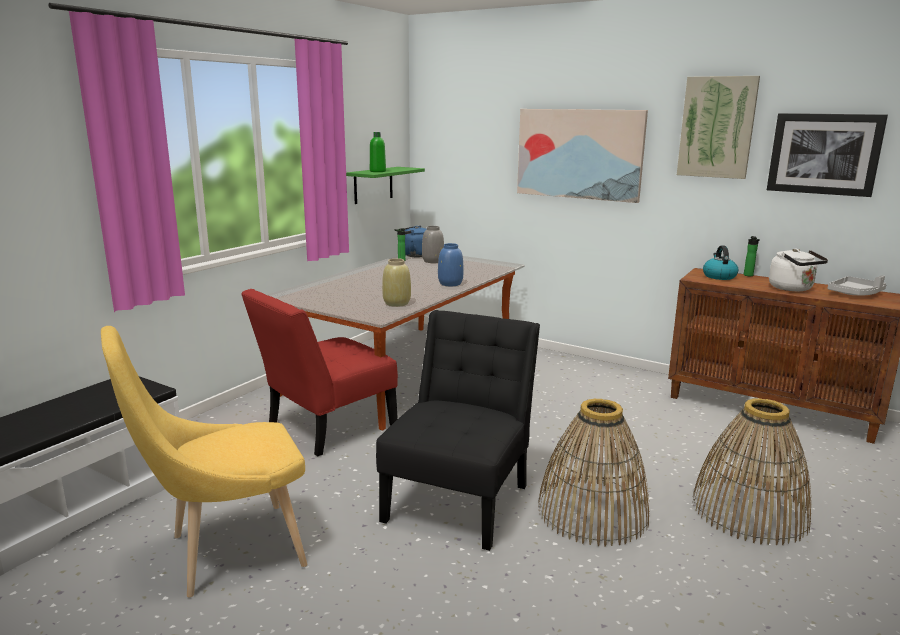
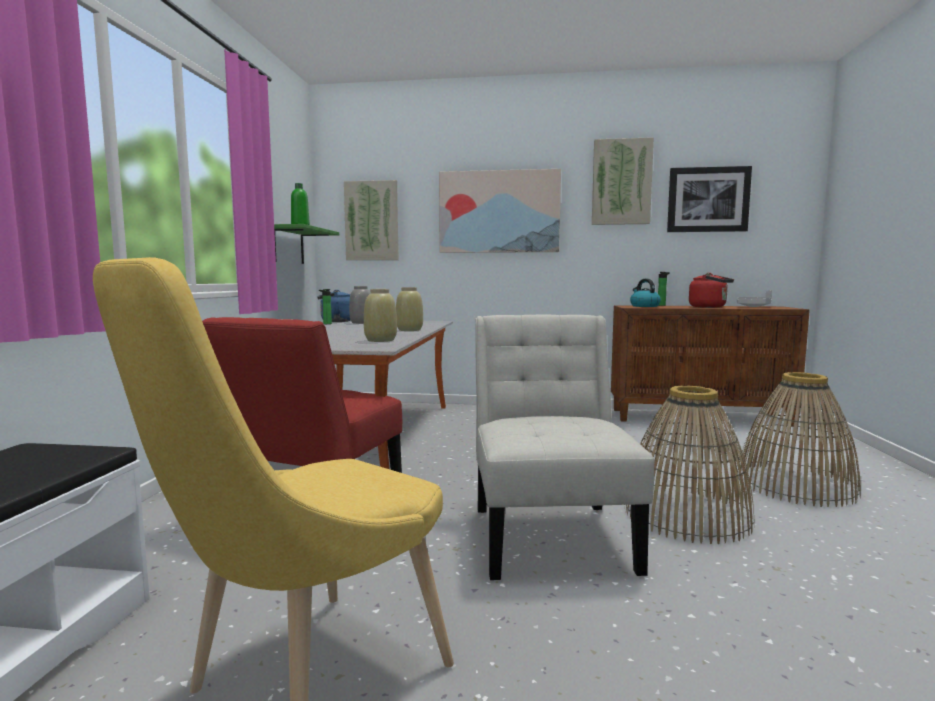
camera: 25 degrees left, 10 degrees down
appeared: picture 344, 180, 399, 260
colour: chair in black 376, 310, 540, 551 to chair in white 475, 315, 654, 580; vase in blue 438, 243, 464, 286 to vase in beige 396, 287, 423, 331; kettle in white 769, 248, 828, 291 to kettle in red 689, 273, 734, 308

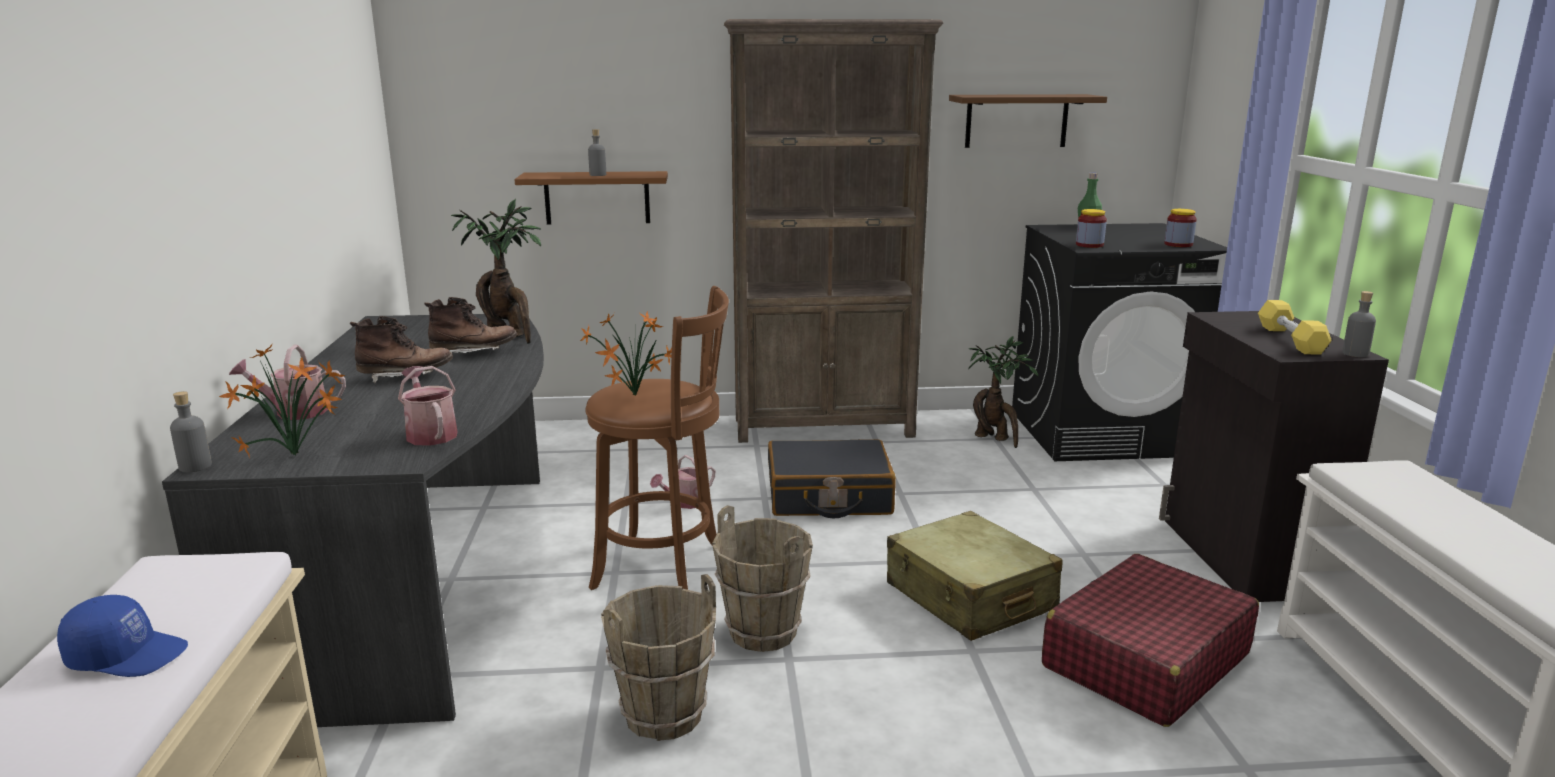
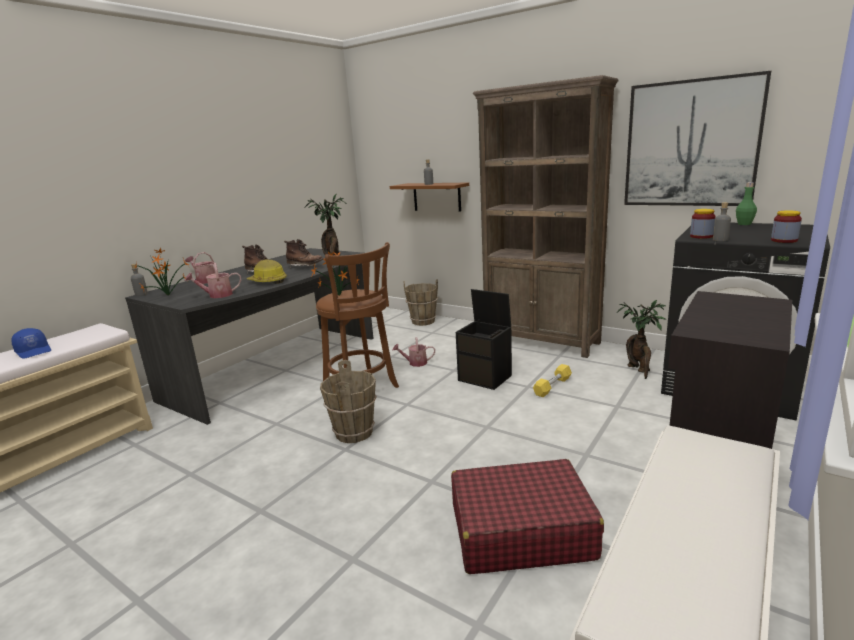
camera: 40 degrees right, 0 degrees up
missing: suitcase in beige 887, 511, 1063, 641
appeared: hard hat 247, 260, 287, 284
relocated: bucket in brown 601, 574, 716, 741 to 403, 279, 438, 326; dumbbell in yellow 1258, 300, 1332, 355 to 533, 364, 572, 397; bottle in grey 1342, 291, 1376, 357 to 713, 202, 731, 241
exchanged: suitcase in black 768, 439, 896, 518 to storage box in black 456, 289, 512, 390; shelf in brown 949, 94, 1107, 148 to picture 624, 71, 771, 206
spun: watering can 398, 366, 458, 446 = 185, 263, 241, 298 120 degrees counterclockwise

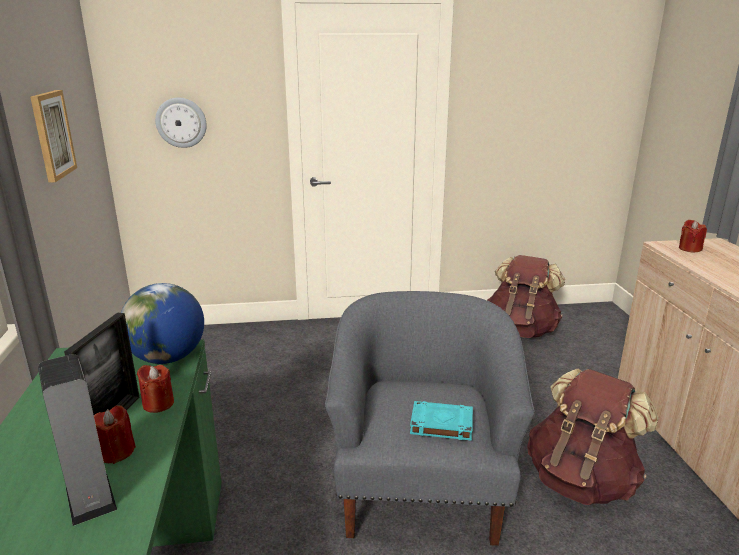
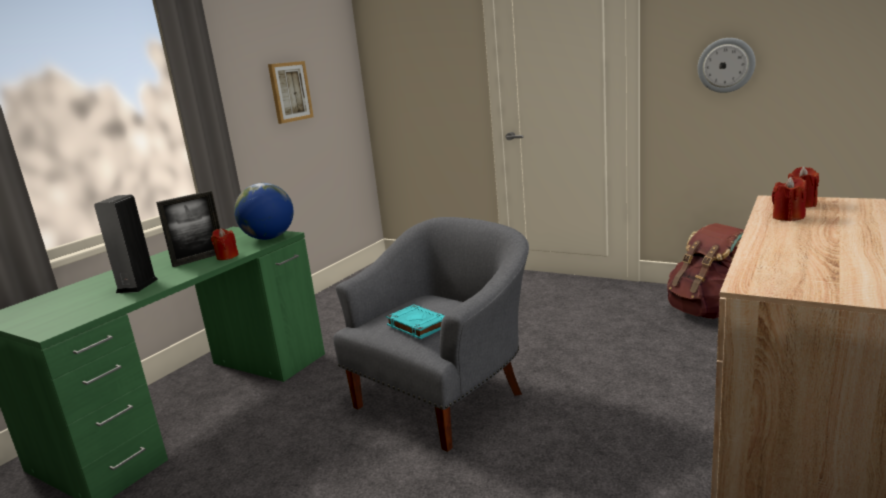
camera: 40 degrees right, 5 degrees down
missing: backpack in brown 527, 369, 658, 505
relocated: candle in red 94, 405, 136, 464 to 772, 177, 807, 221; wall clock 155, 97, 207, 148 to 698, 38, 756, 93

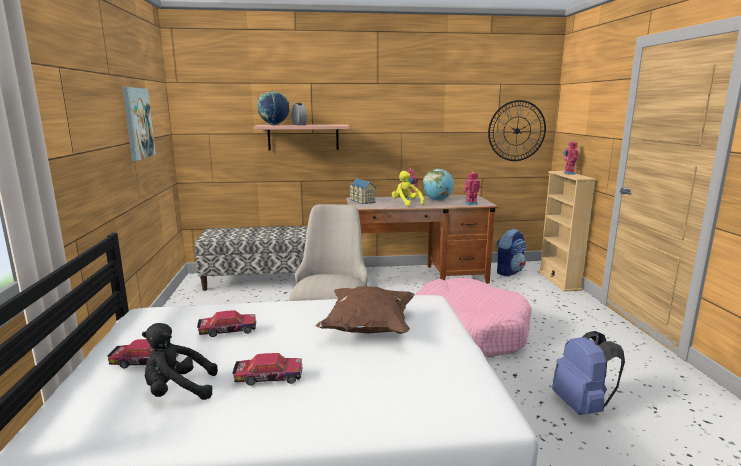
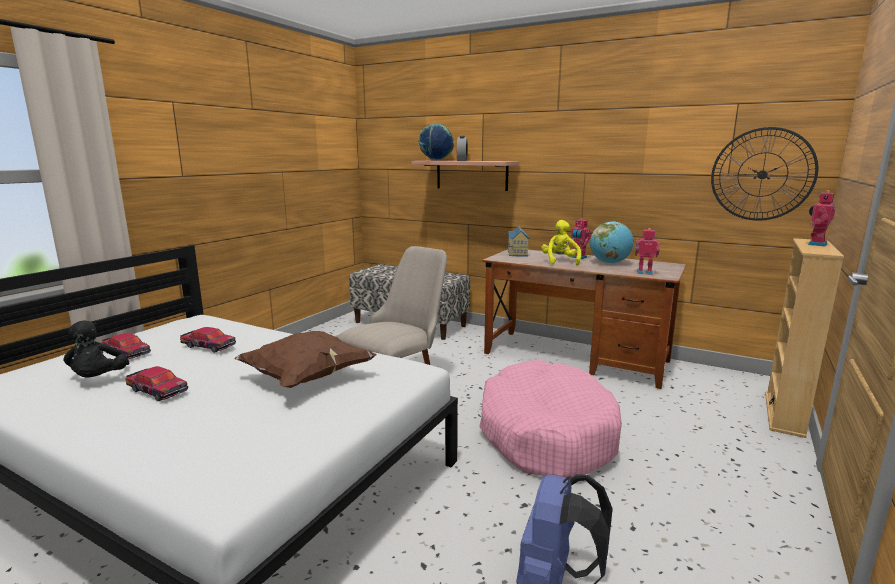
camera: 35 degrees right, 0 degrees up
missing: picture 122, 87, 156, 161; backpack 497, 229, 527, 276
spun: plush toy in black 142, 323, 218, 400 = 63, 321, 130, 378 135 degrees counterclockwise

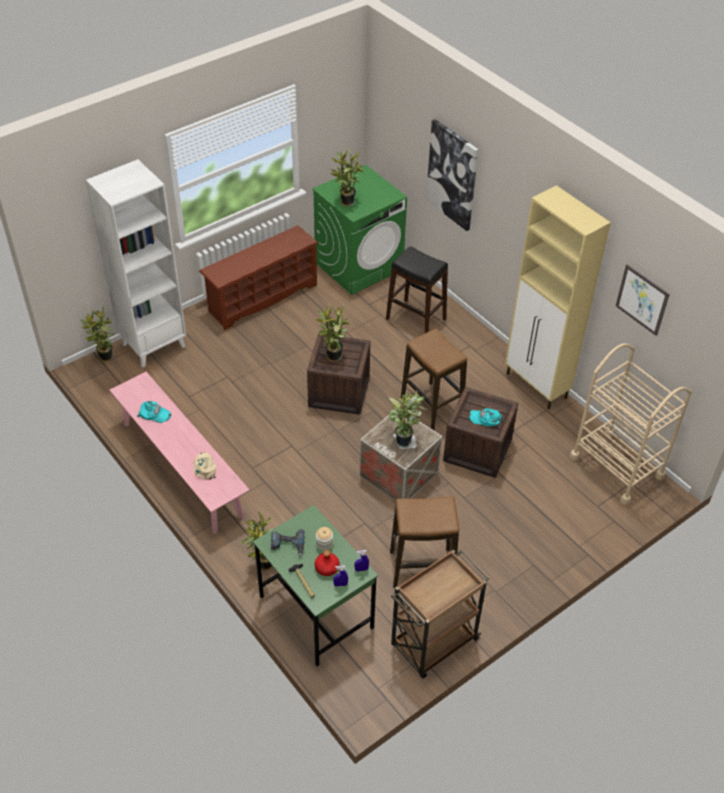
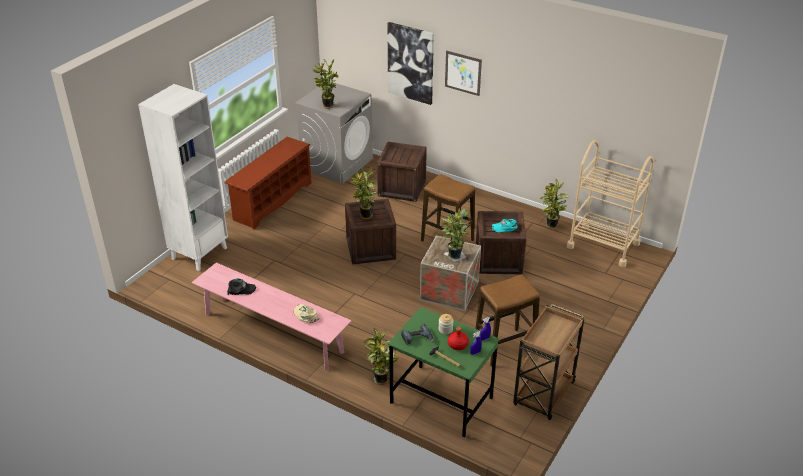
camera: 20 degrees left, 10 degrees down
missing: cabinet in beige 505, 185, 611, 410
relocated: potted plant 80, 307, 114, 362 to 540, 179, 569, 229; picture 616, 264, 670, 336 to 445, 51, 482, 96
exchanged: stool in black 386, 246, 448, 333 to crate 377, 142, 427, 202
colour: cap in turquoise 137, 401, 171, 423 to cap in black 227, 279, 256, 295; washing machine in green 312, 165, 407, 295 to washing machine in grey 295, 82, 373, 184

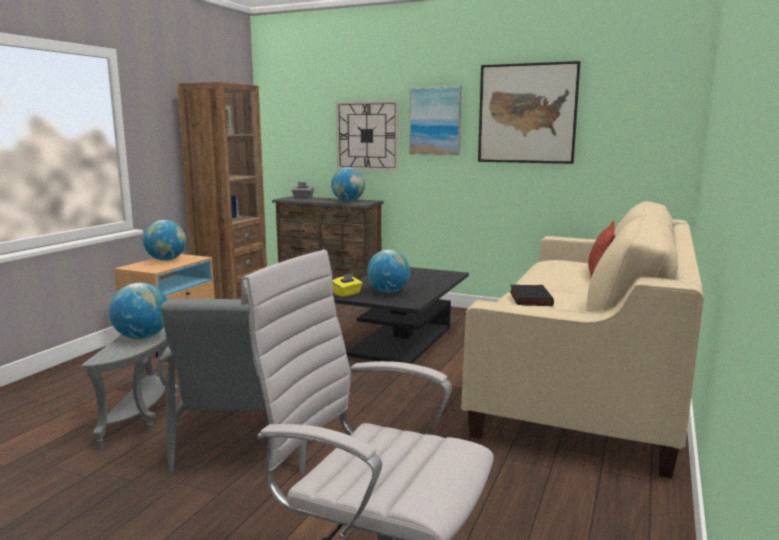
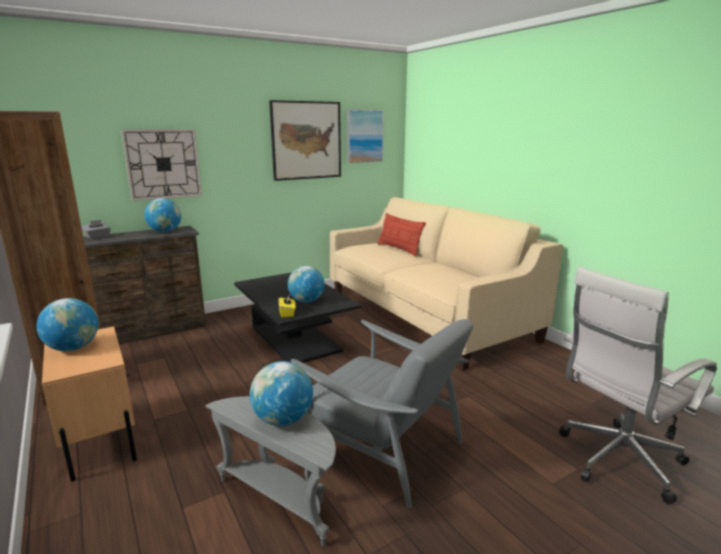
camera: 55 degrees left, 5 degrees up
missing: book in black 510, 285, 554, 306
relocated: picture 409, 86, 462, 155 to 347, 109, 384, 163

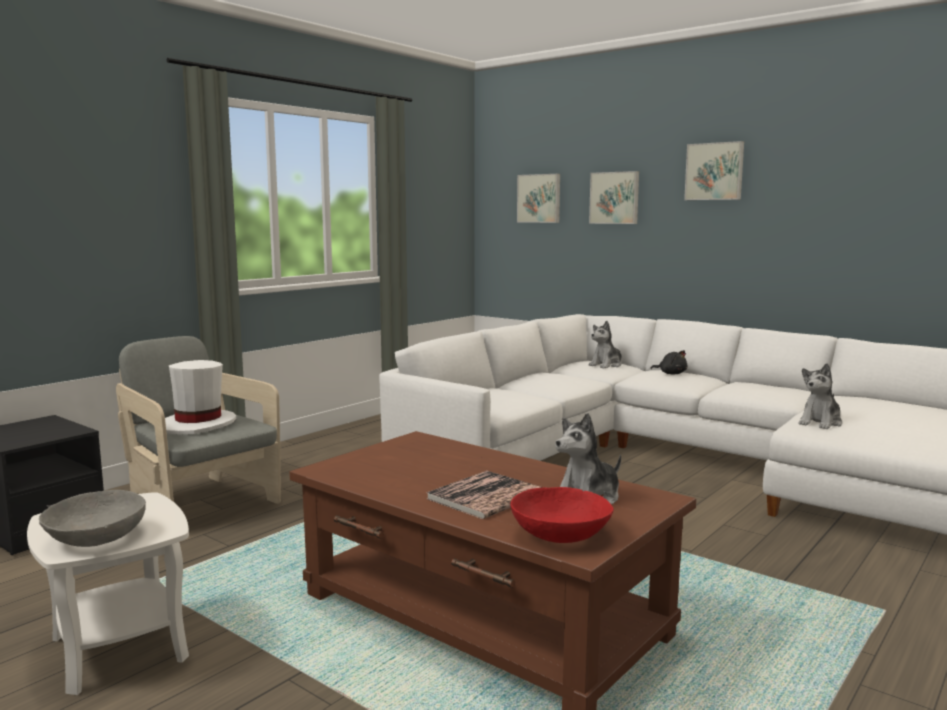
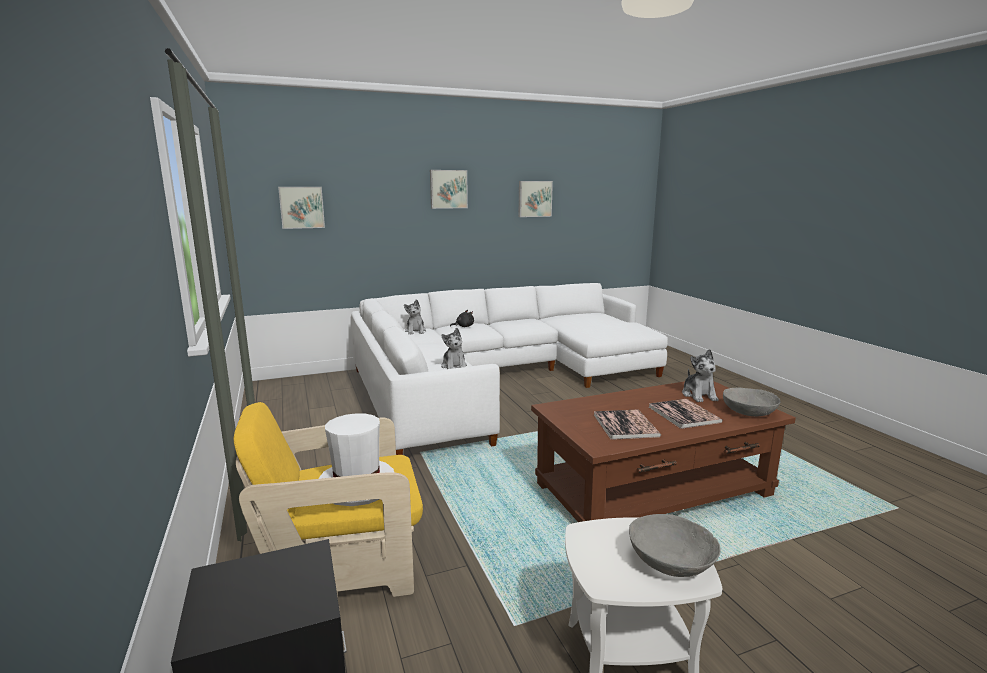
camera: 60 degrees left, 5 degrees up
appeared: book 594, 409, 661, 440
relocated: picture 589, 171, 639, 224 to 519, 181, 553, 217; plush toy 799, 363, 842, 429 to 441, 328, 467, 369
colour: armchair in grey 116, 336, 281, 504 to armchair in yellow 234, 402, 423, 597; bowl in red 510, 487, 614, 543 to bowl in grey 723, 388, 781, 416

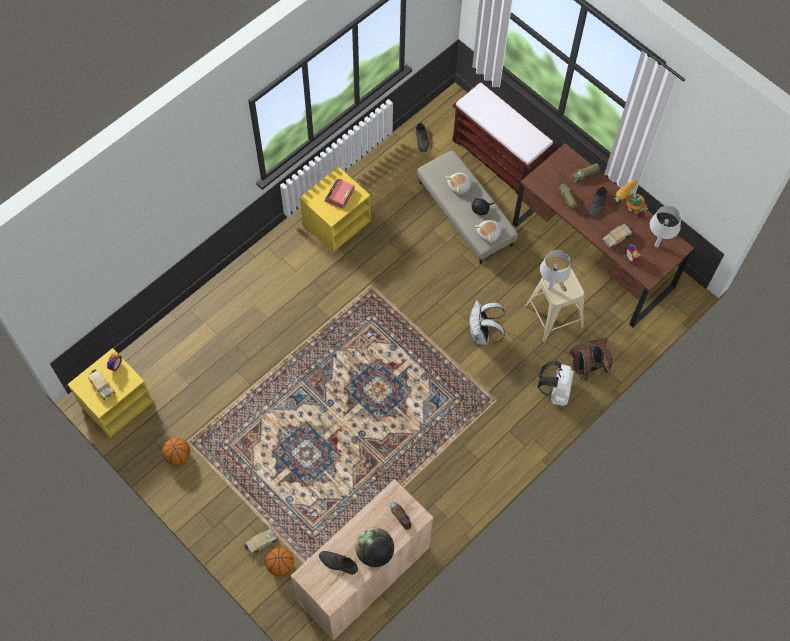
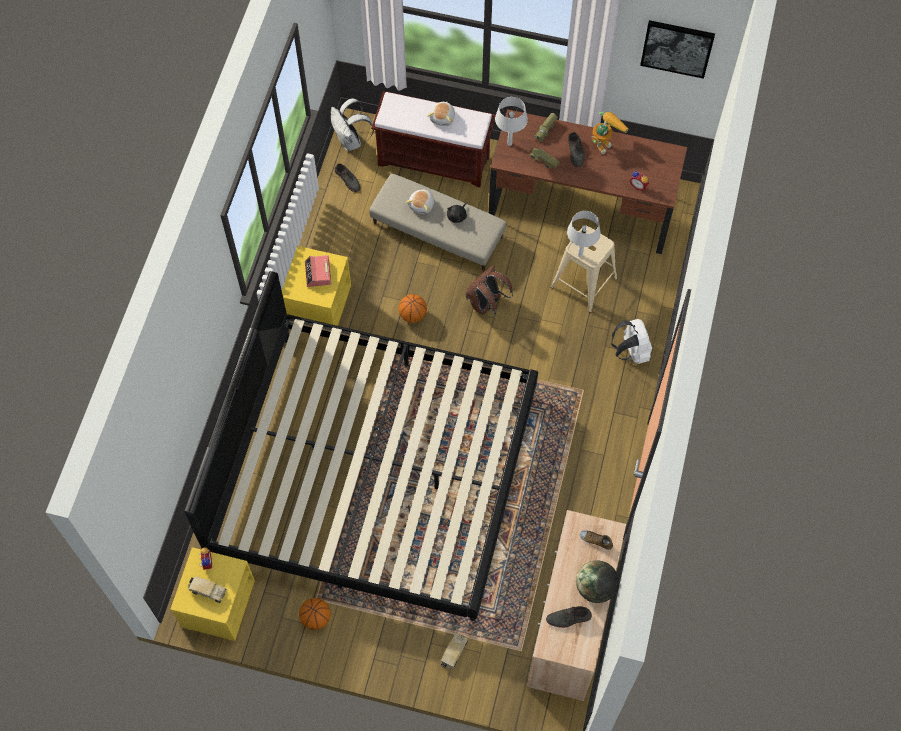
camera: 30 degrees left, 0 degrees up
missing: toy truck 602, 224, 633, 250
appeared: bed 184, 271, 538, 621; picture 640, 20, 715, 79
relocated: basketball 266, 547, 294, 576 to 398, 294, 427, 323; backpack in white 469, 300, 505, 345 to 331, 98, 374, 151; plush toy 474, 220, 501, 243 to 427, 101, 455, 126; backpack in brown 569, 338, 613, 381 to 465, 265, 513, 318; table lamp in grey 650, 206, 682, 247 to 495, 97, 528, 146
spun: toy robot 614, 179, 648, 214 = 591, 111, 629, 154 120 degrees clockwise

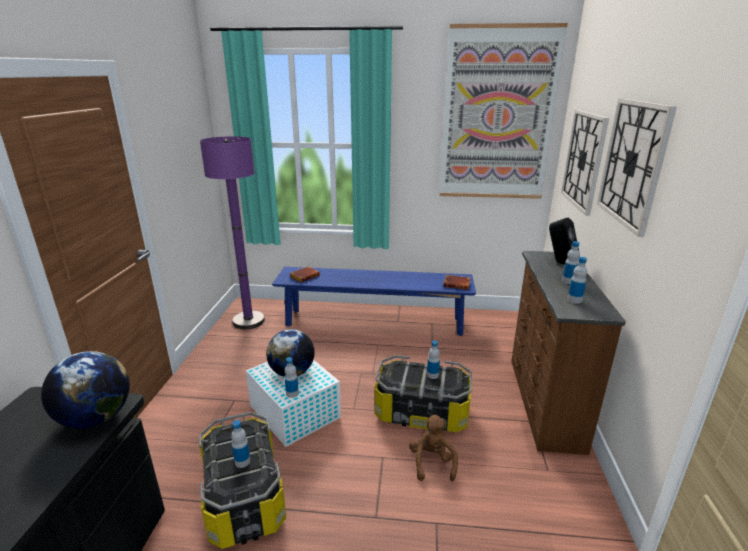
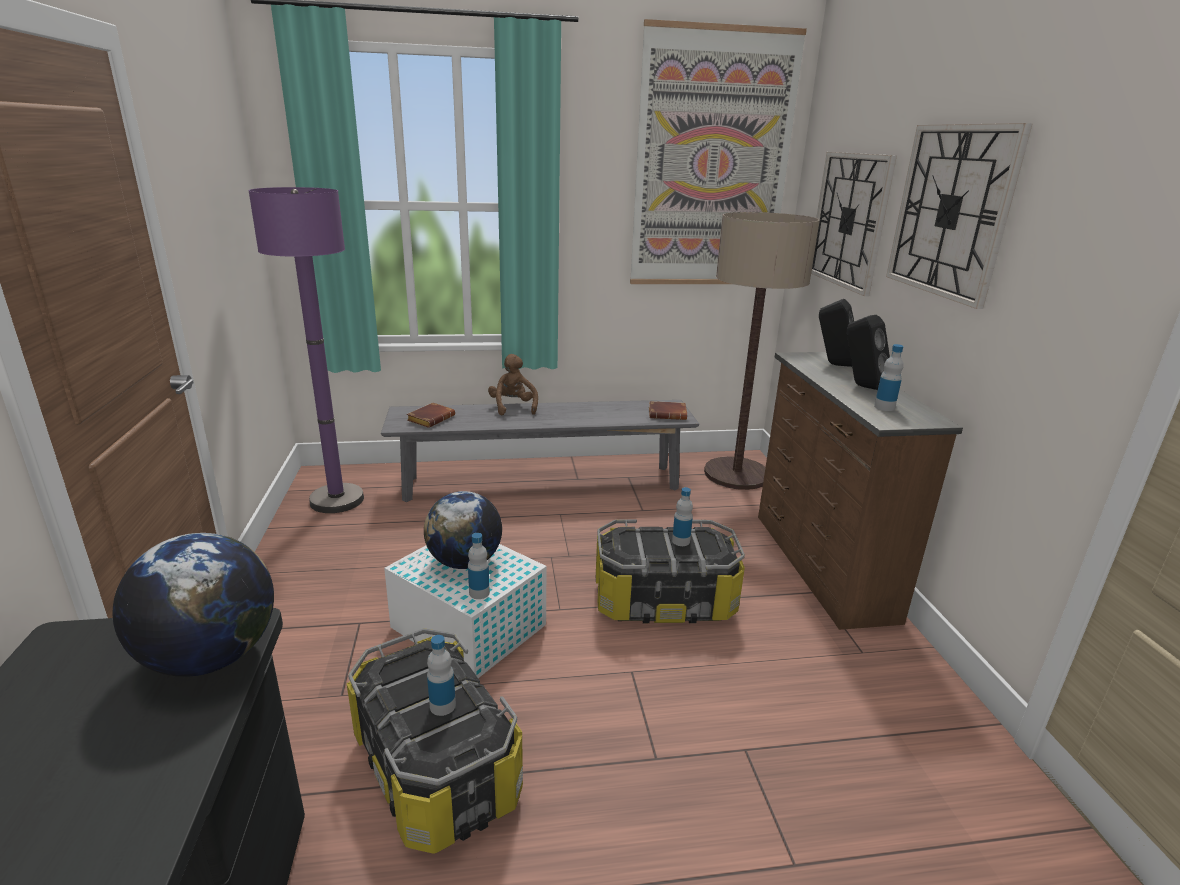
camera: 15 degrees left, 0 degrees up
appeared: floor lamp 704, 212, 820, 490
relocated: plush toy in brown 409, 415, 458, 481 to 488, 354, 538, 415
exchanged: bottle 562, 241, 580, 284 to speaker in black 847, 315, 890, 390
colour: bench in blue 272, 267, 476, 336 to bench in grey 381, 400, 699, 502

